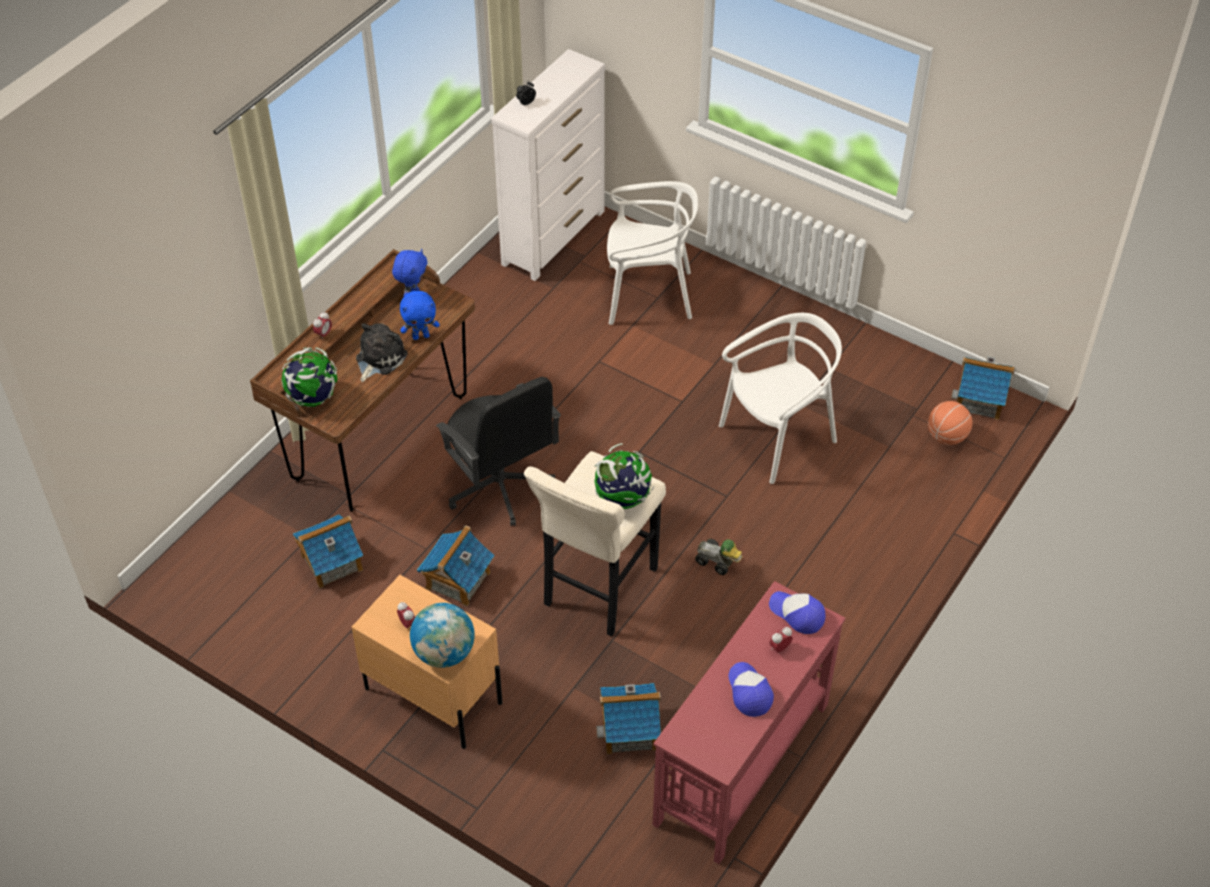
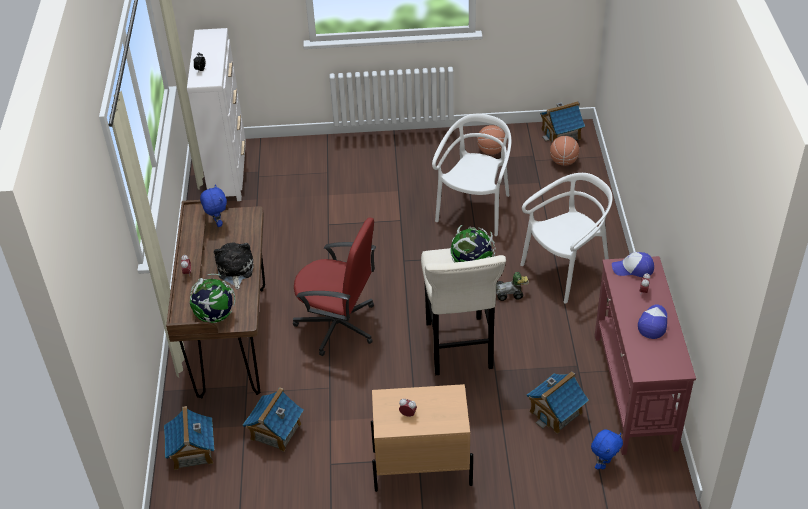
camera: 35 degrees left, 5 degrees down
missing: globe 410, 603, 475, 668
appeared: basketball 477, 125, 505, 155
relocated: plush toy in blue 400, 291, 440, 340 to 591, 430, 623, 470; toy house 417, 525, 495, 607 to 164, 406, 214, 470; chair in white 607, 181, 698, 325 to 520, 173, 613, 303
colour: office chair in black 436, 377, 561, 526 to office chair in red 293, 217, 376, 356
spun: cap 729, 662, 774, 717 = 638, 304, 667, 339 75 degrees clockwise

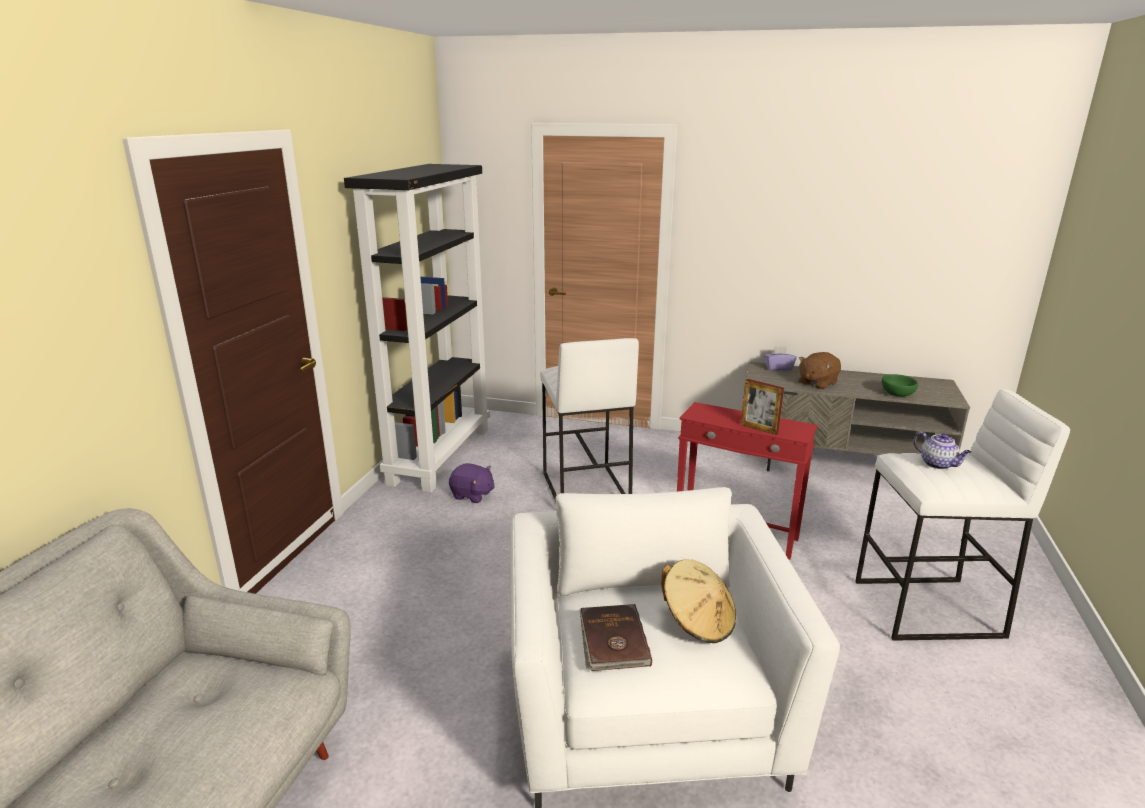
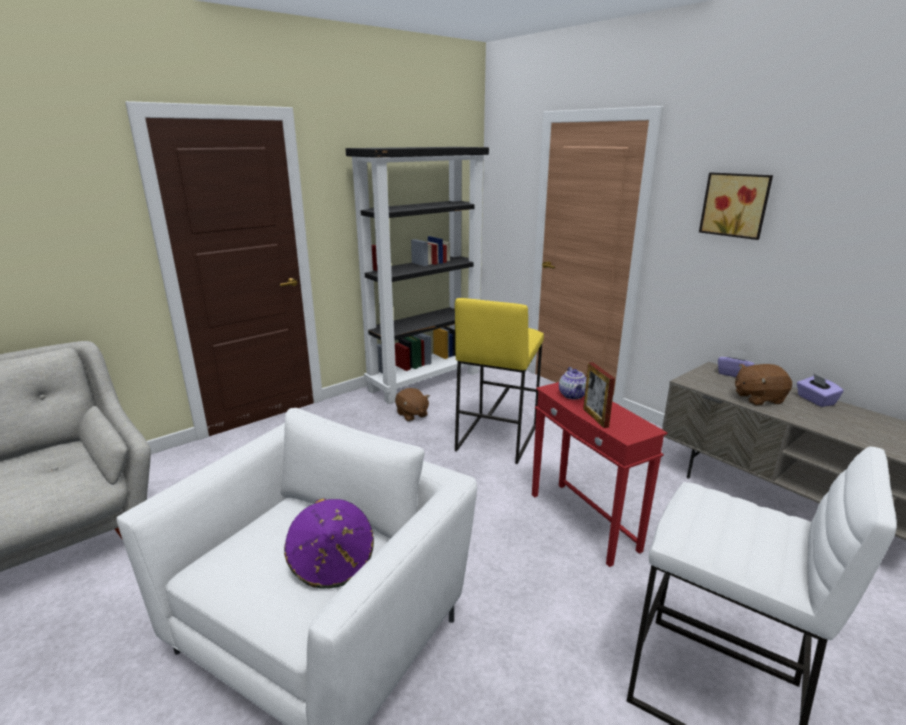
camera: 35 degrees right, 0 degrees up
missing: book in brown 580, 604, 652, 671; bowl in green 882, 374, 918, 397
appeared: picture 699, 172, 773, 240; tissue box in purple 797, 374, 844, 407
relocated: teapot 913, 432, 972, 469 to 559, 367, 586, 400
colour: plush toy in purple 449, 463, 495, 503 to plush toy in brown 395, 388, 430, 421; stool in white 540, 338, 639, 499 to stool in yellow 455, 298, 544, 464; hat in beige 661, 559, 736, 643 to hat in purple 284, 498, 374, 589

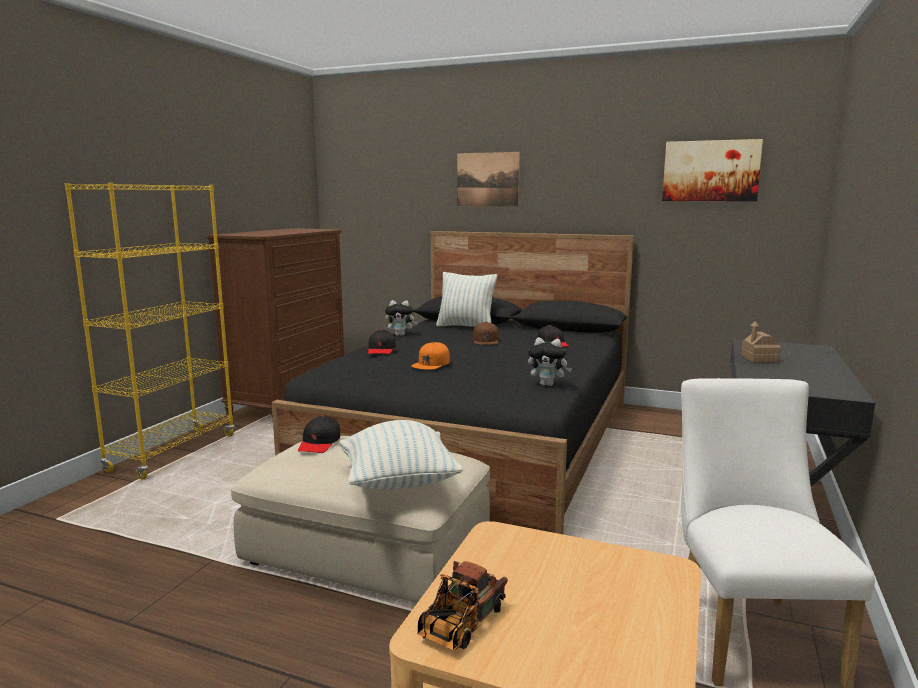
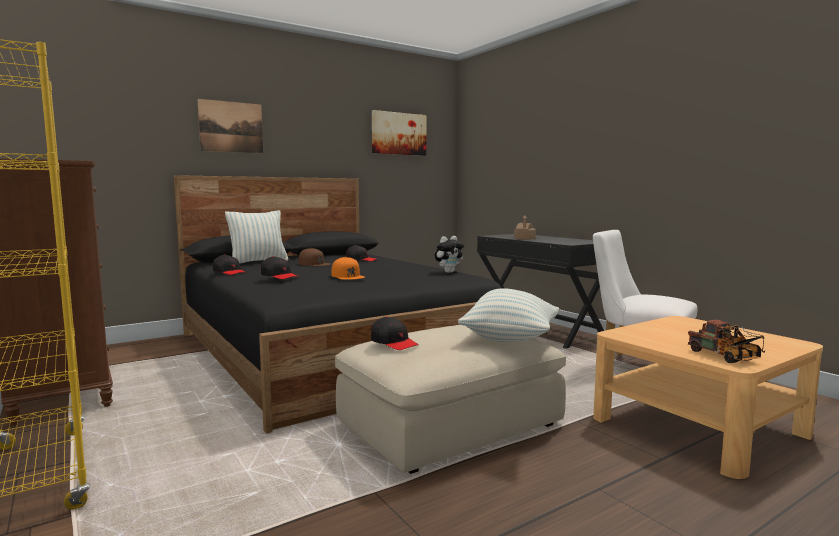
camera: 55 degrees left, 5 degrees down
exchanged: plush toy 385, 300, 418, 336 to cap in black 213, 254, 247, 275

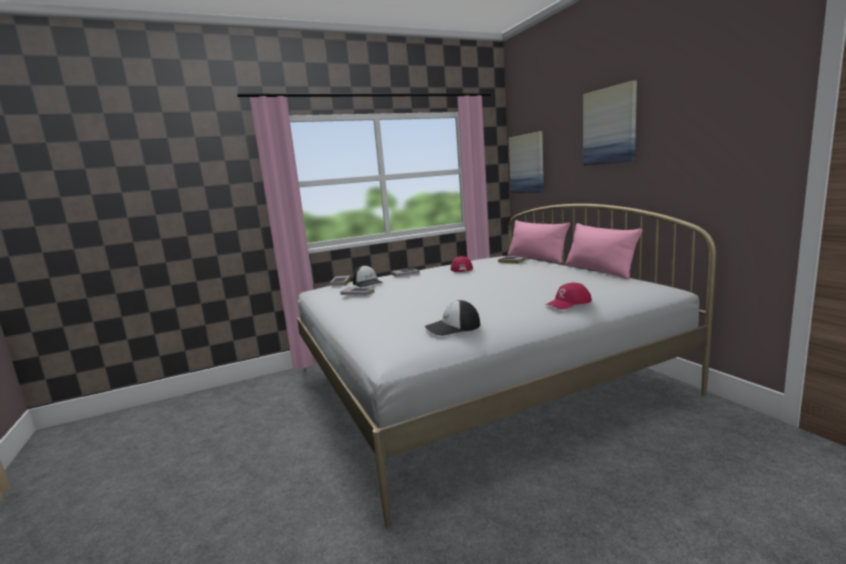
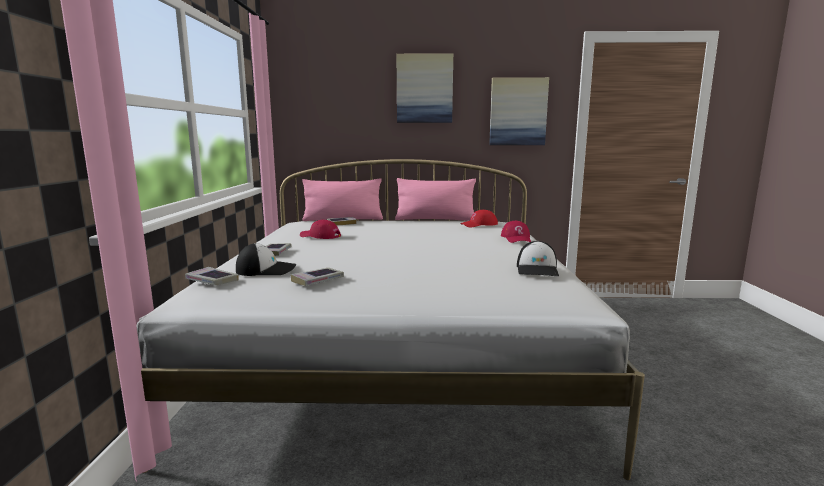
camera: 65 degrees left, 0 degrees up
appeared: cap in red 460, 210, 498, 228
relocated: picture 509, 131, 544, 193 to 489, 77, 549, 145

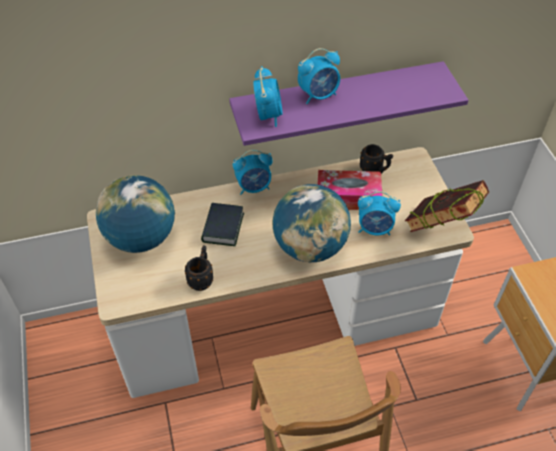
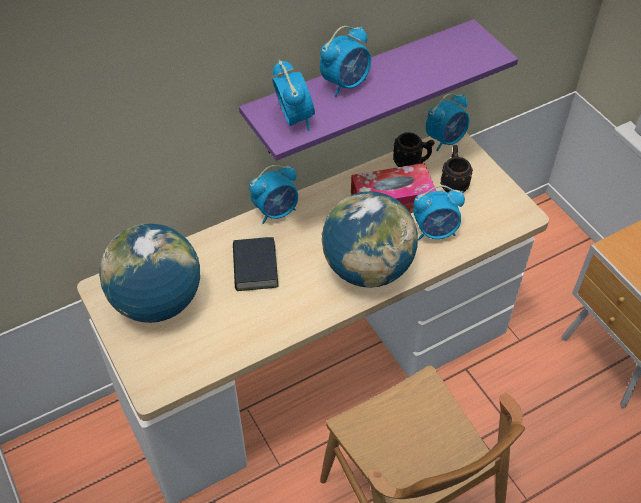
camera: 15 degrees left, 0 degrees up
missing: book 405, 180, 489, 232
appeared: alarm clock 426, 93, 469, 152
relocated: mug in black 185, 245, 213, 291 to 440, 145, 473, 192

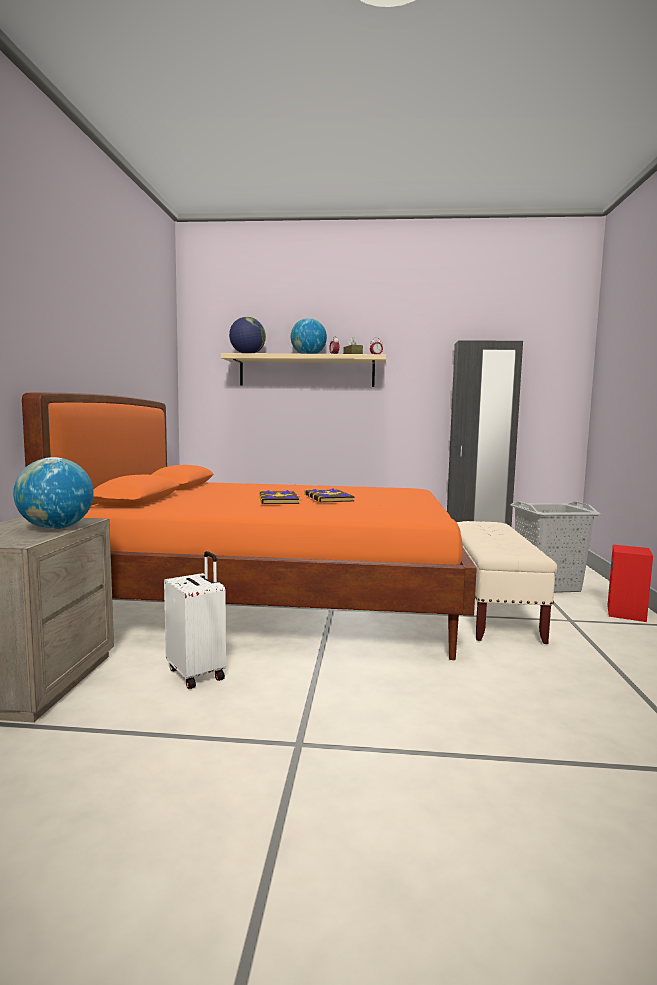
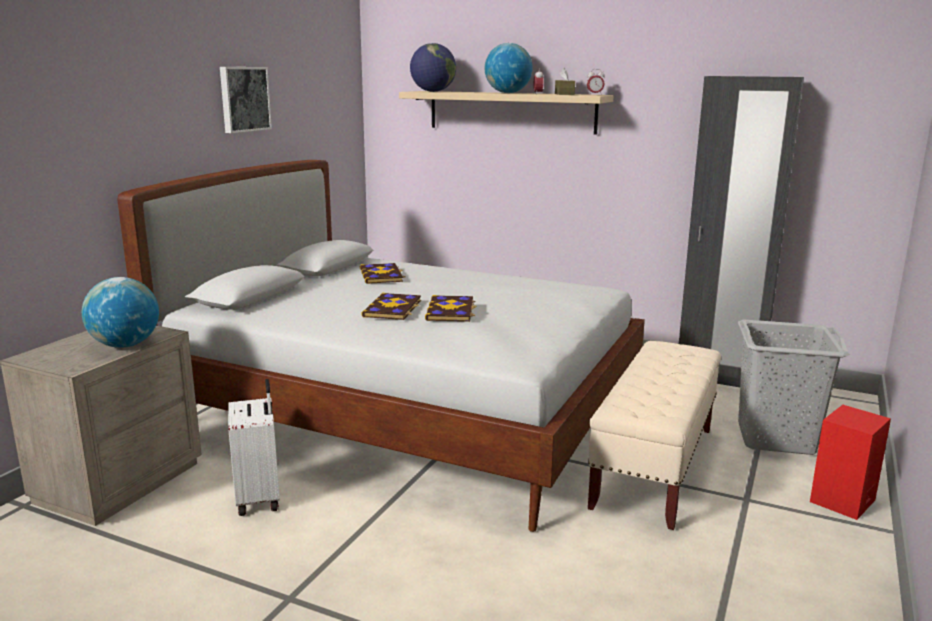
camera: 20 degrees right, 10 degrees up
appeared: picture 220, 67, 272, 133; book 360, 263, 406, 284
colour: bed in orange 22, 392, 477, 660 to bed in white 117, 160, 645, 532

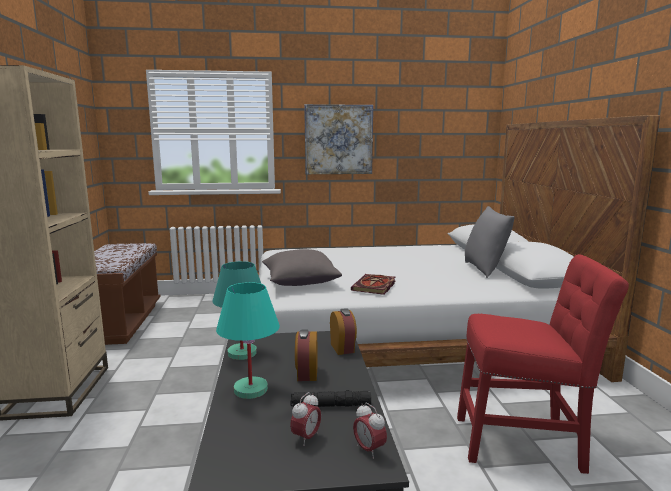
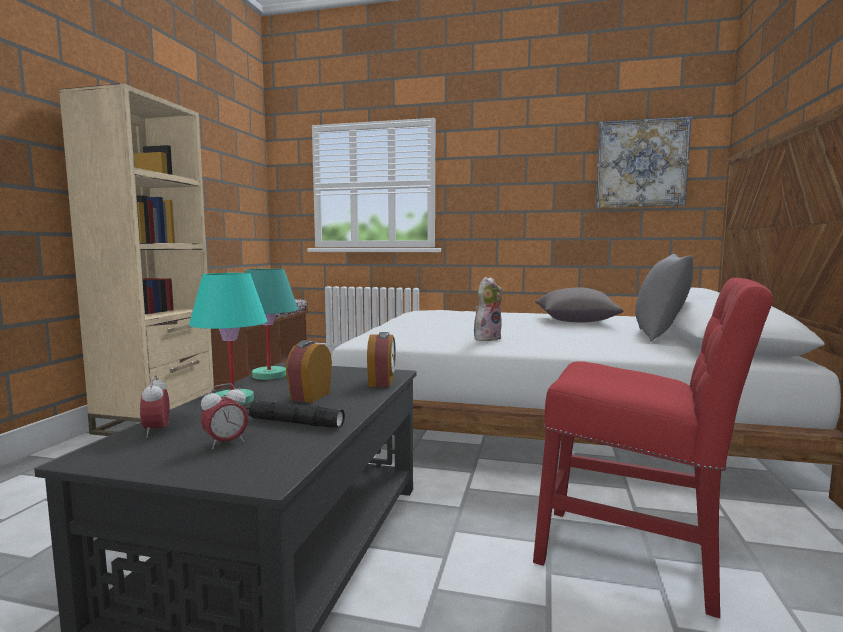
camera: 20 degrees right, 5 degrees down
relocated: pillow in grey 262, 249, 342, 286 to 535, 287, 623, 323; picture 304, 104, 373, 174 to 595, 117, 692, 208; alarm clock 353, 403, 387, 459 to 140, 375, 170, 438
exchanged: book 351, 274, 396, 295 to plush toy 474, 277, 502, 341

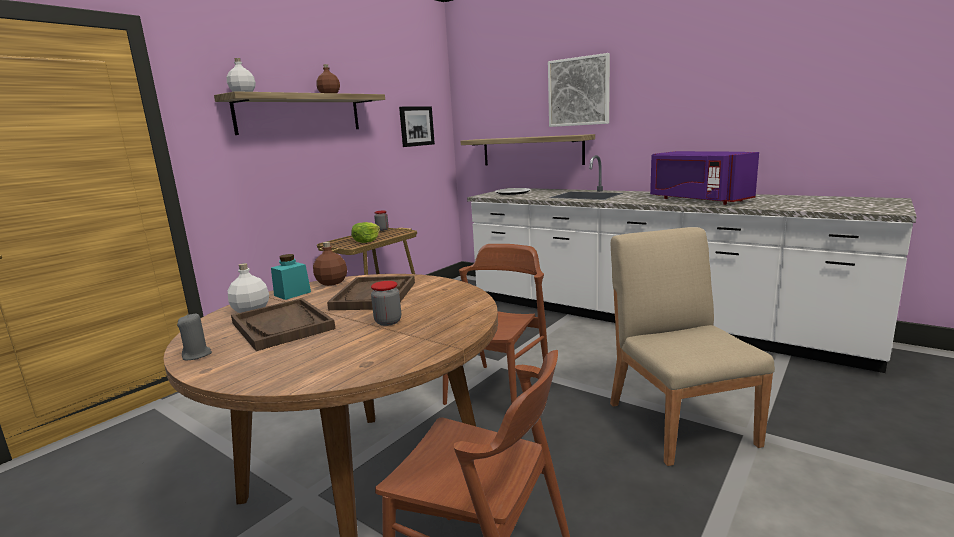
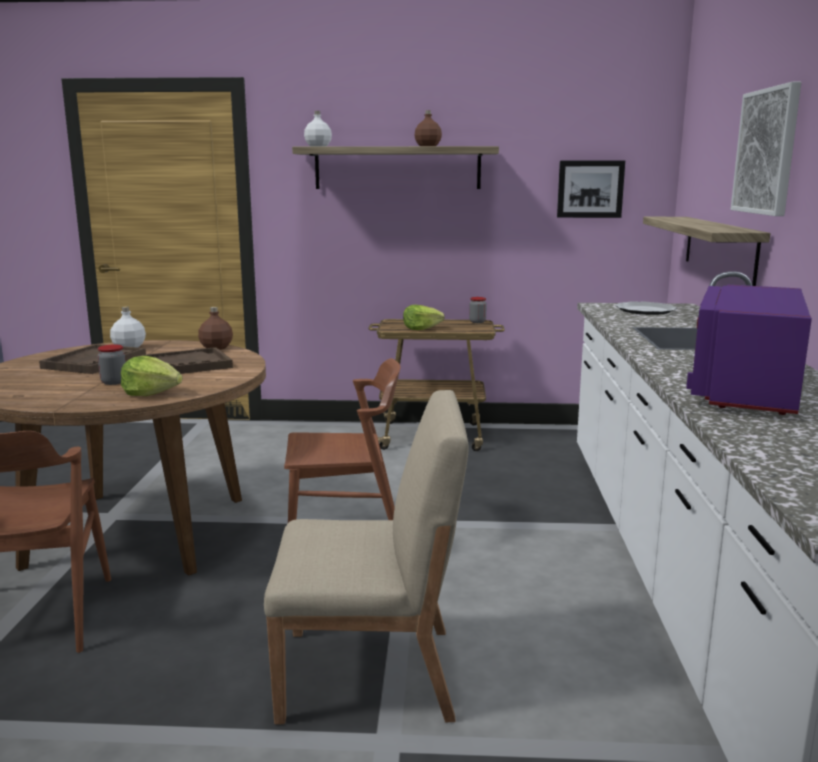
camera: 55 degrees right, 0 degrees up
missing: candle in grey 177, 314, 212, 360; jar in turquoise 271, 254, 311, 300
appeared: lettuce 121, 356, 183, 396
spun: chair in beige 610, 227, 775, 466 = 264, 390, 469, 724 45 degrees clockwise

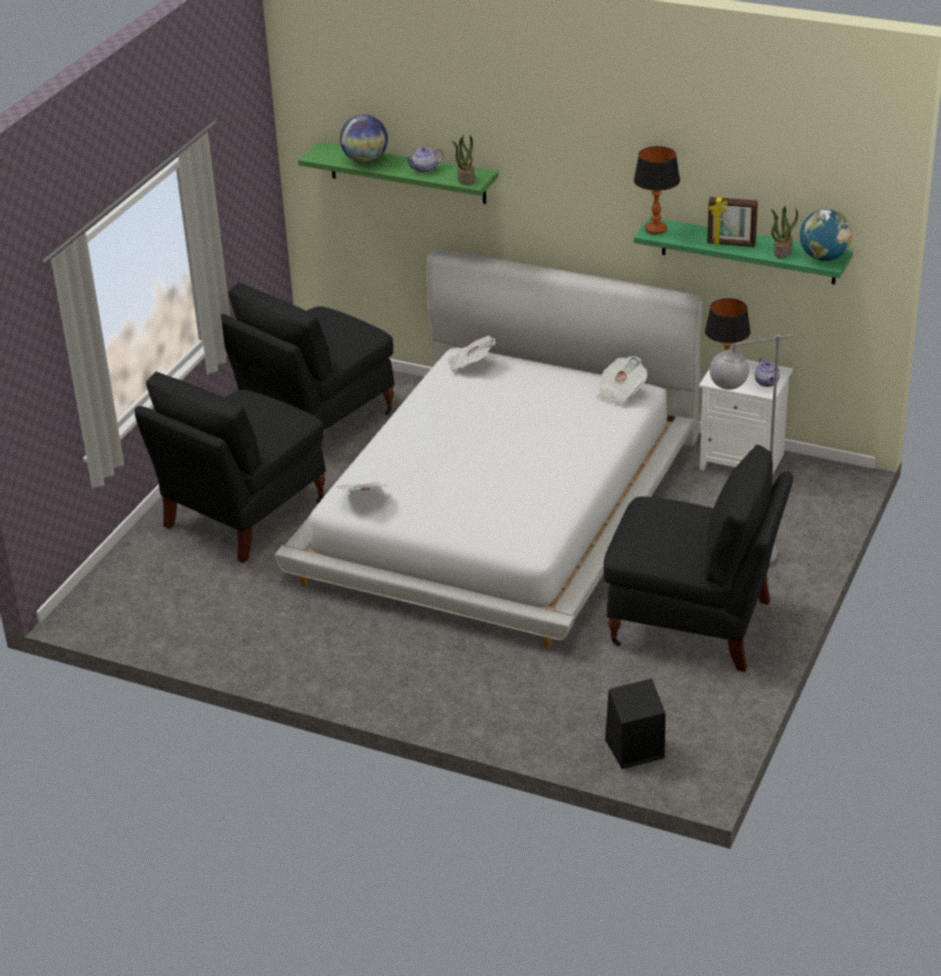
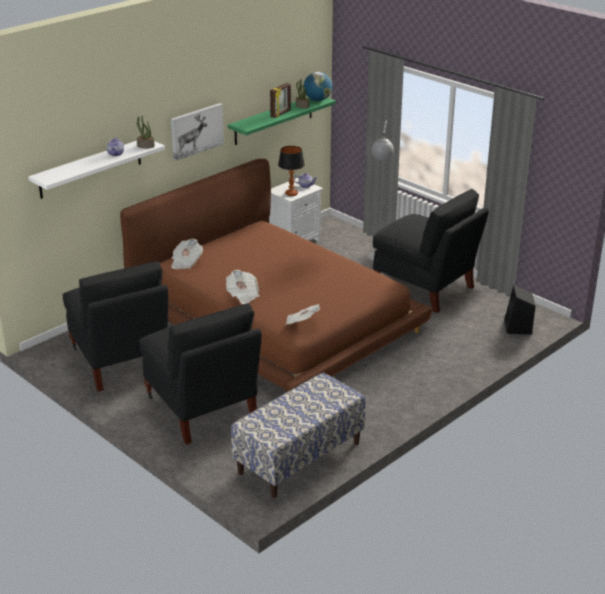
camera: 70 degrees left, 5 degrees down
missing: globe 340, 115, 388, 163; table lamp 634, 146, 680, 235
appeared: picture 171, 103, 224, 161; bench 231, 373, 366, 498
relocated: newspaper 596, 356, 648, 404 to 226, 270, 260, 304
colour: bed in white 275, 250, 703, 648 to bed in brown 120, 159, 433, 392; shelf in green 298, 142, 498, 204 to shelf in white 28, 141, 165, 199
spun: chair in black 604, 444, 793, 672 = 373, 189, 489, 313 90 degrees clockwise

